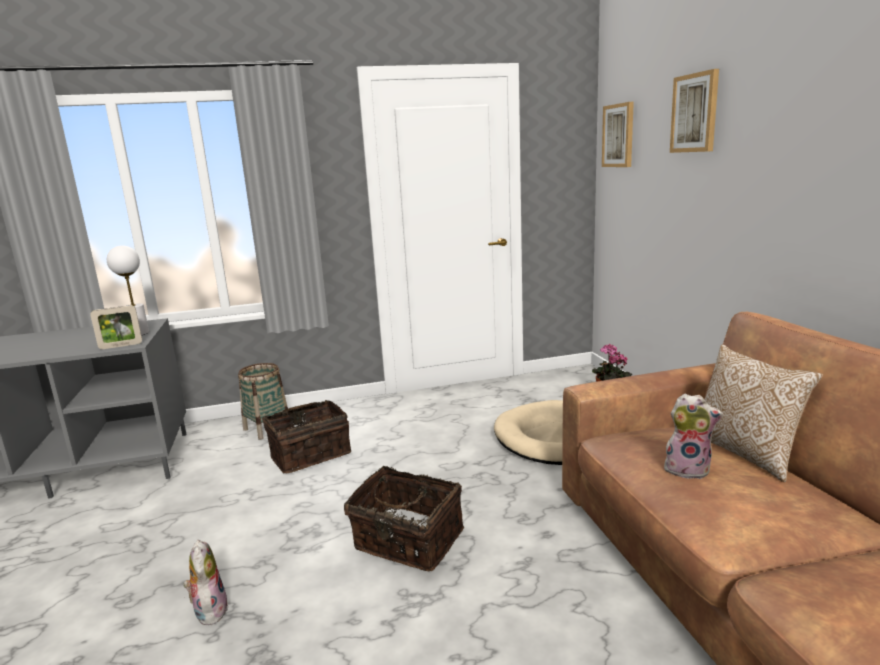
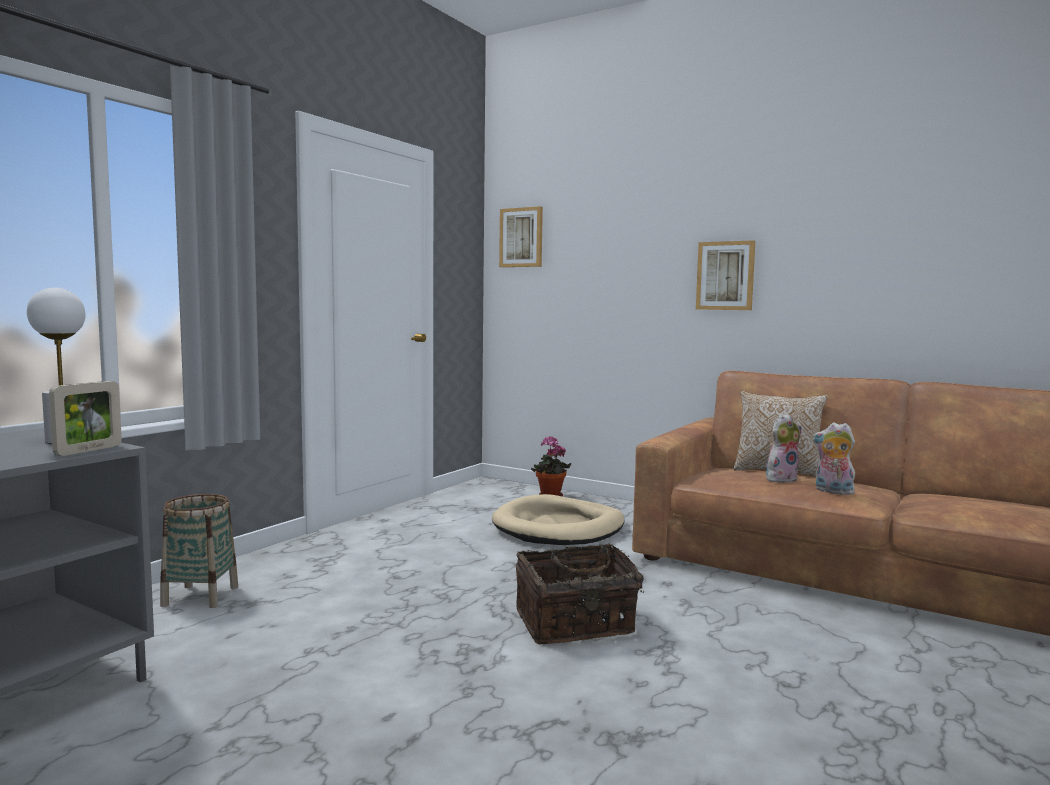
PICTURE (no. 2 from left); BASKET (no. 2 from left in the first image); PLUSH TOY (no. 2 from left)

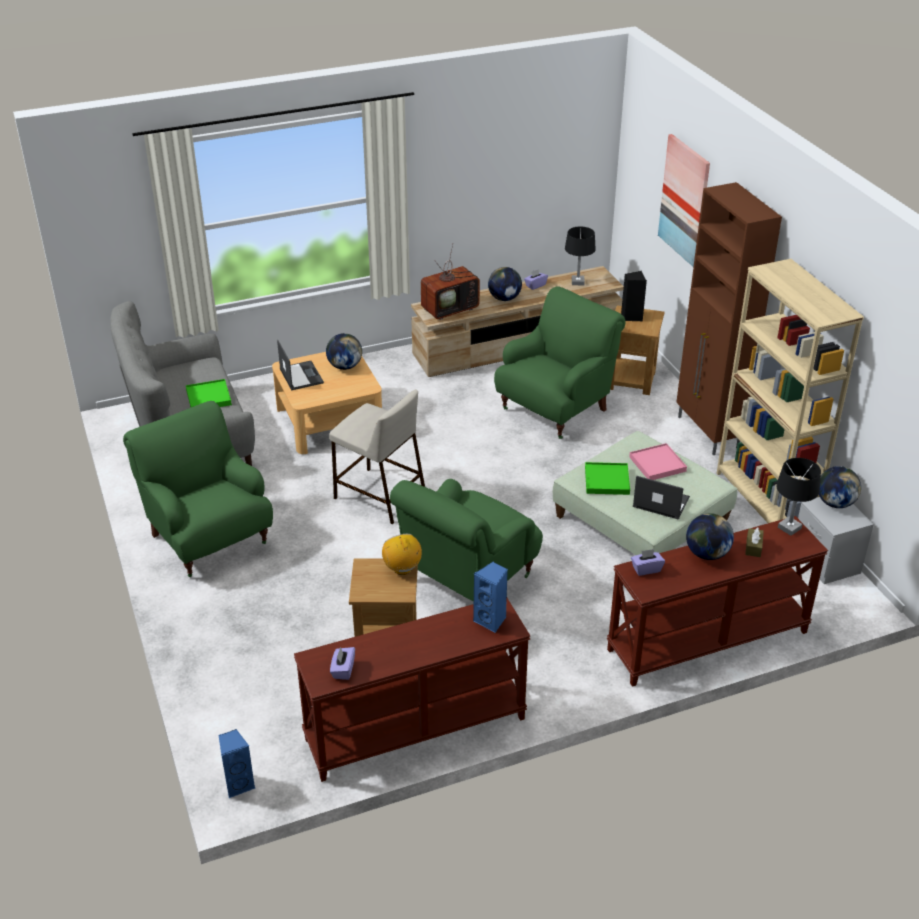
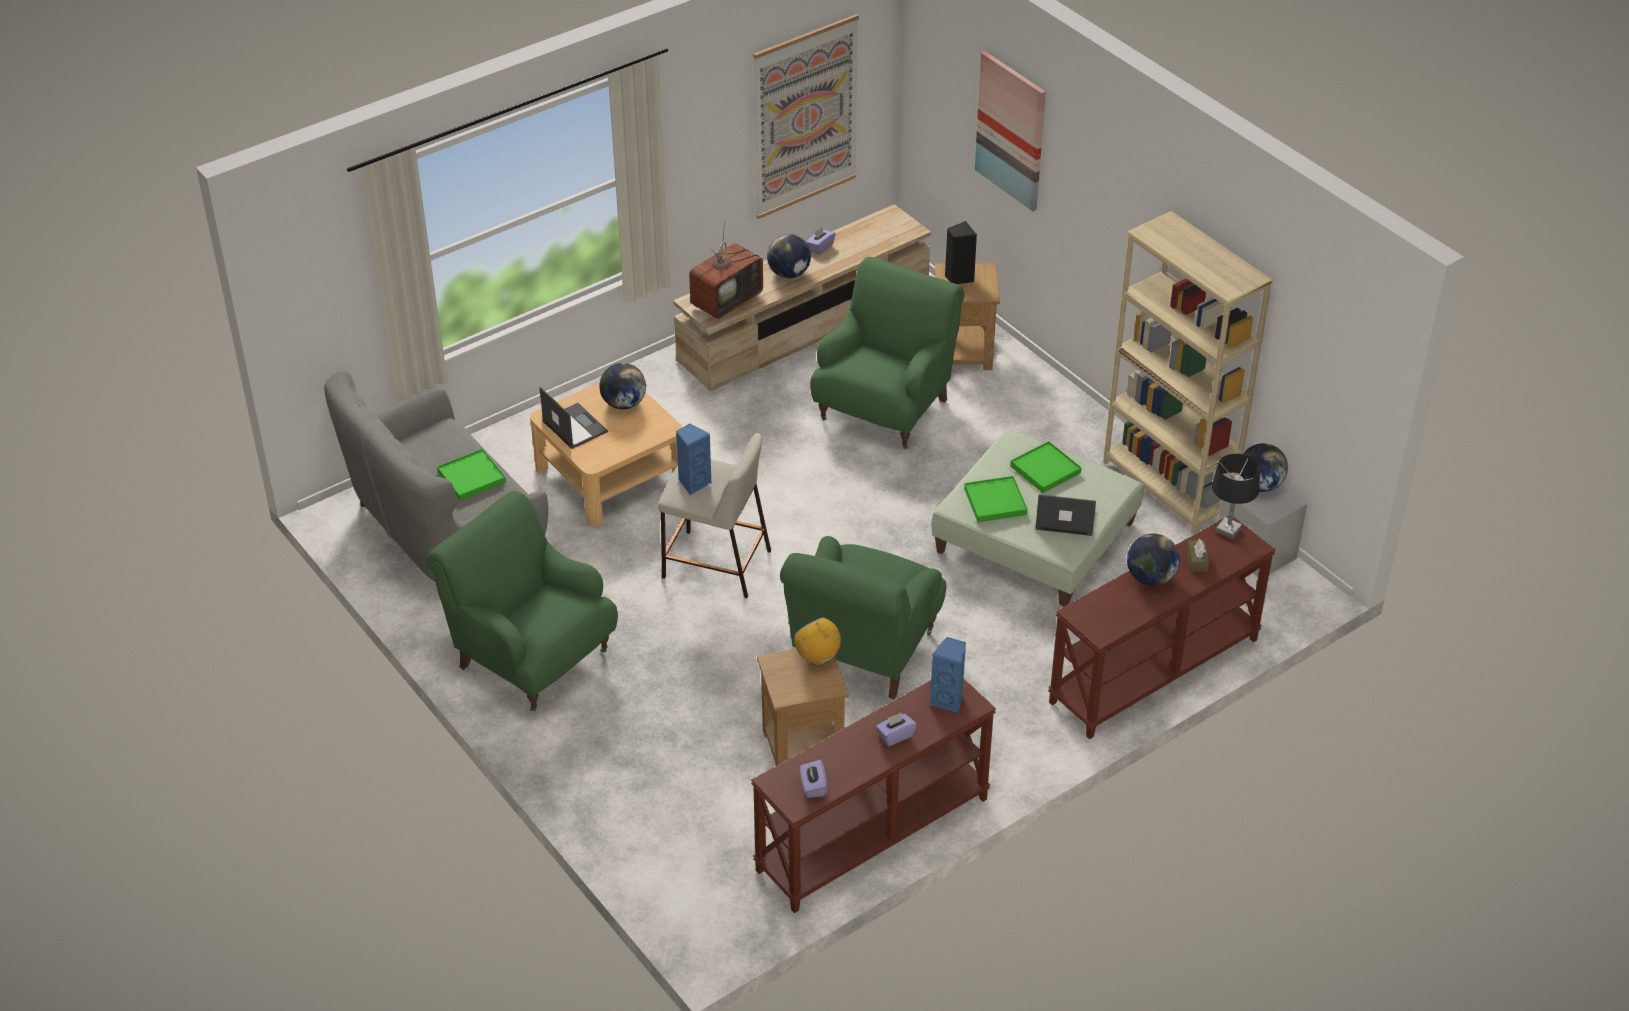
BROWN CABINET; BLACK TABLE LAMP (no. 1 from left in the first image); GREEN TRAY (no. 3 from left); PURPLE TISSUE BOX (no. 3 from left); BLUE SPEAKER (no. 1 from left); PICTURE (no. 1 from left)

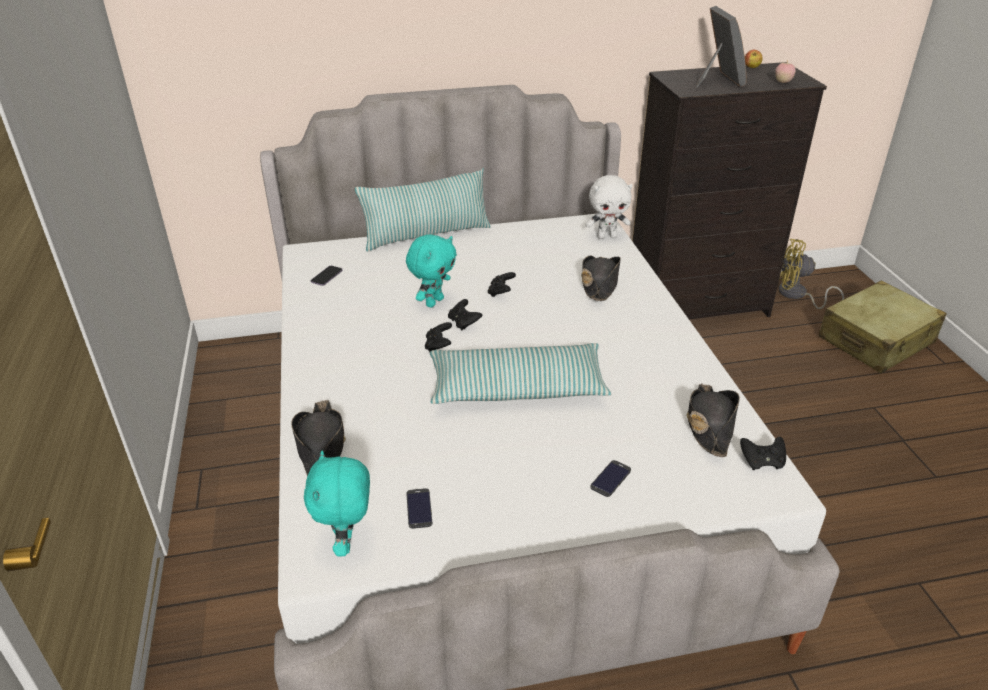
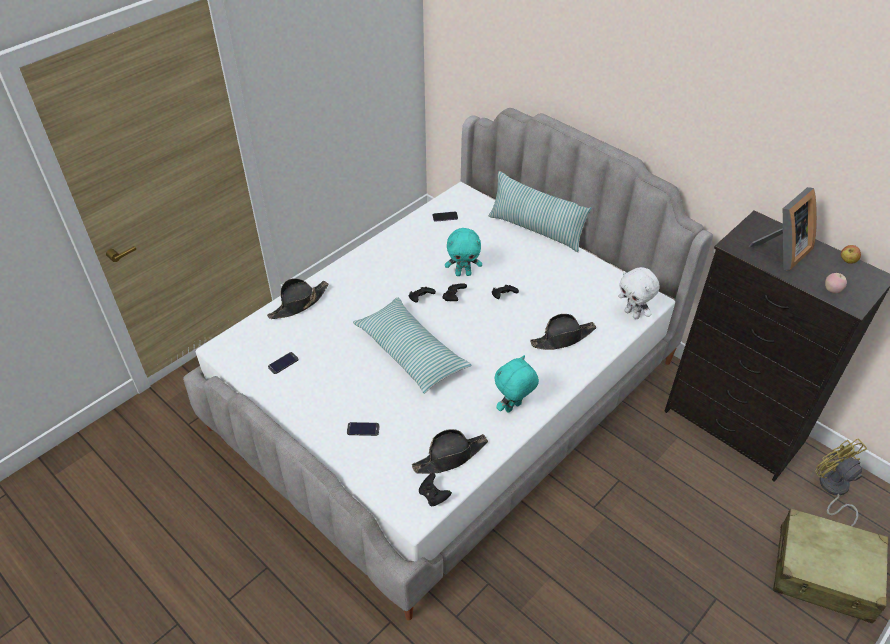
TURQUOISE PLUSH TOY (no. 2 from left)

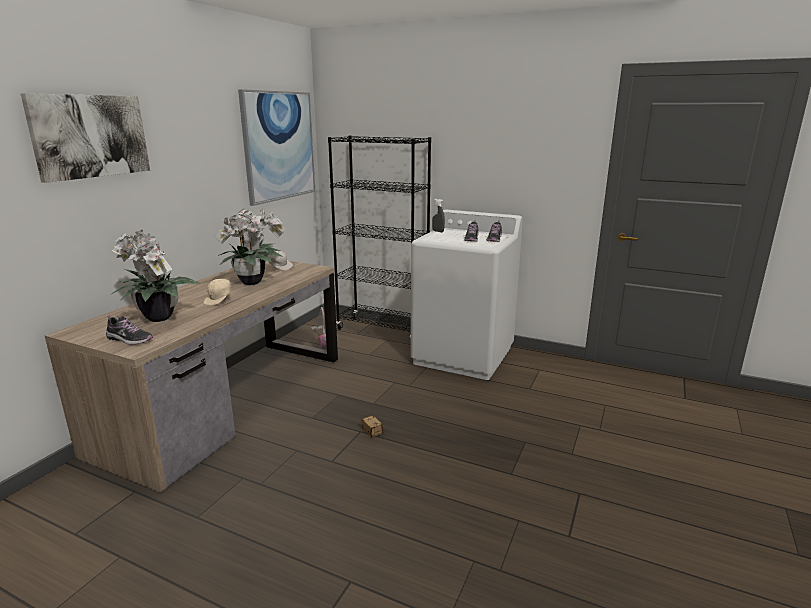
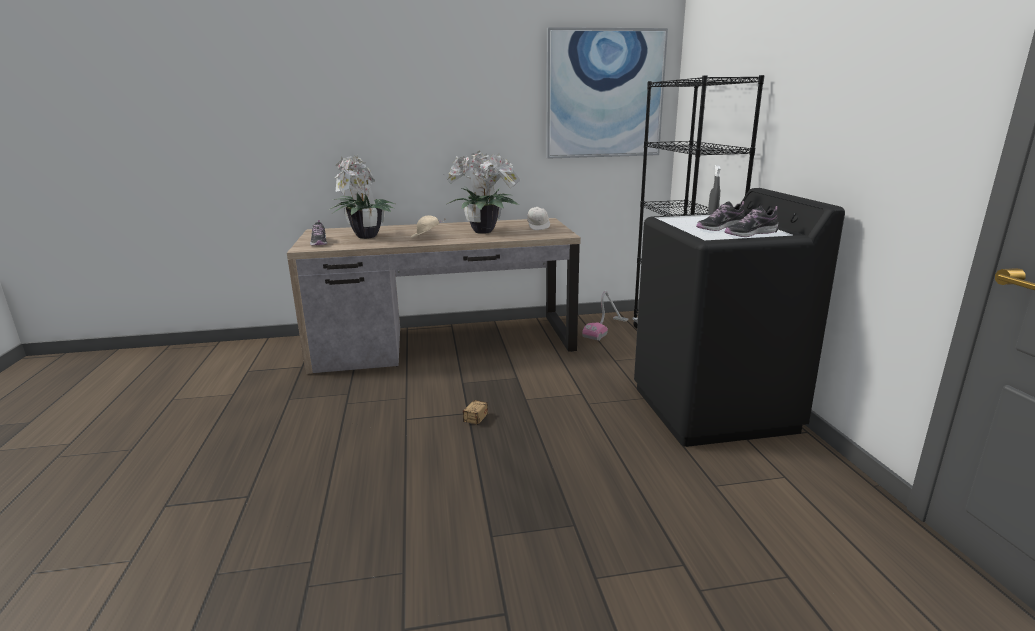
PICTURE (no. 1 from left in the first image); BLACK WASHING MACHINE

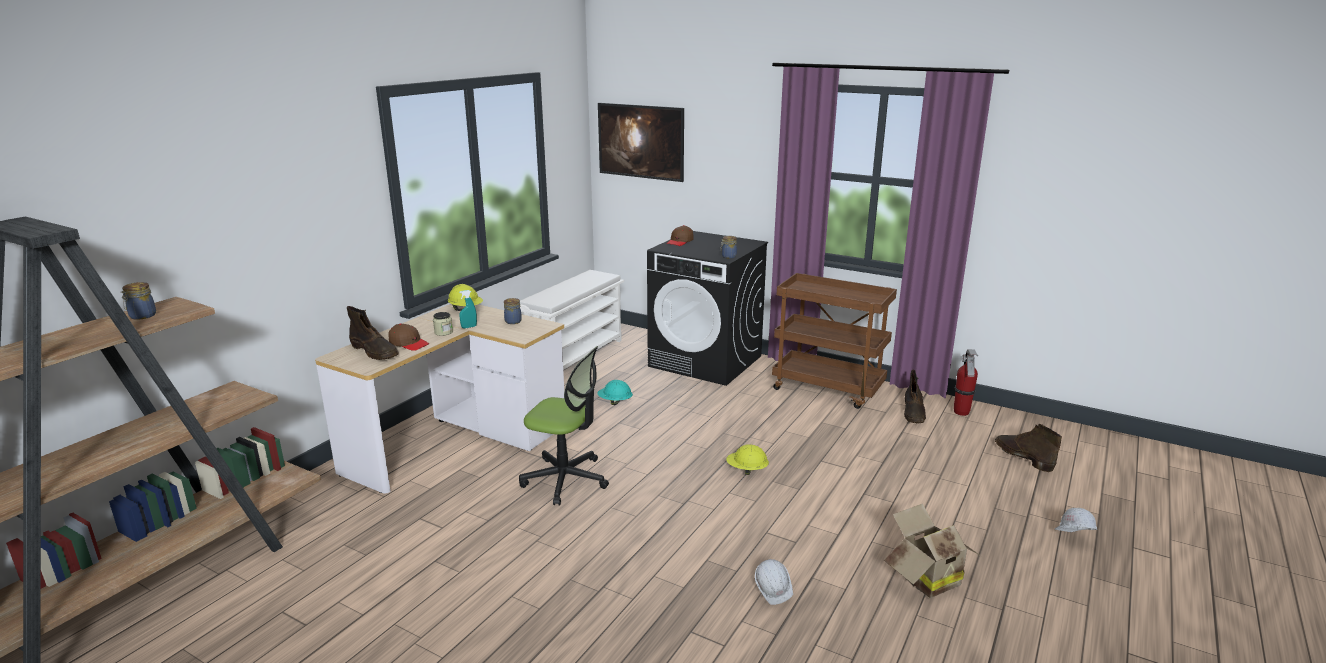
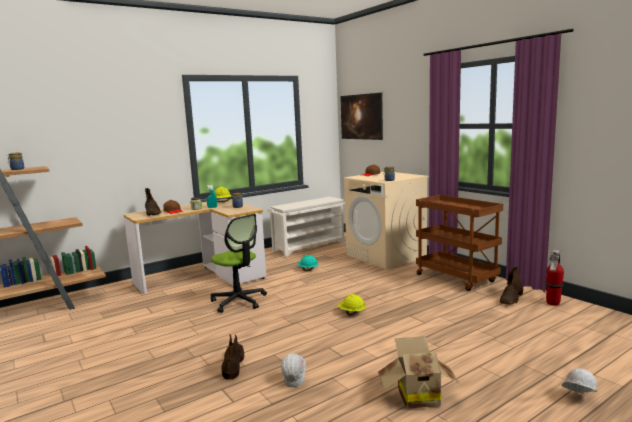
BEIGE WASHING MACHINE; BROWN BOOT (no. 2 from left)

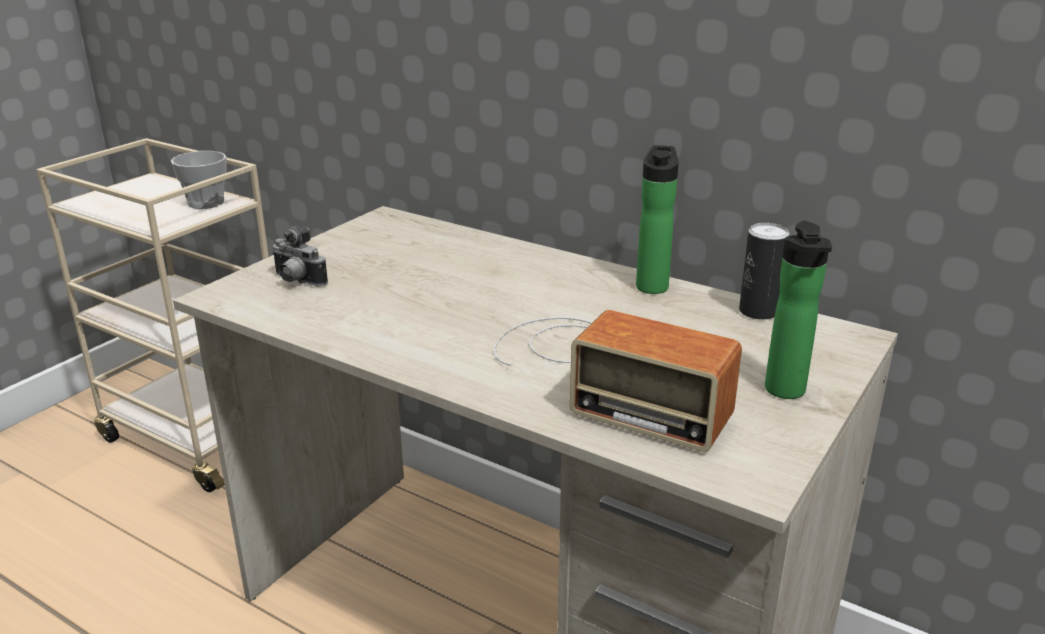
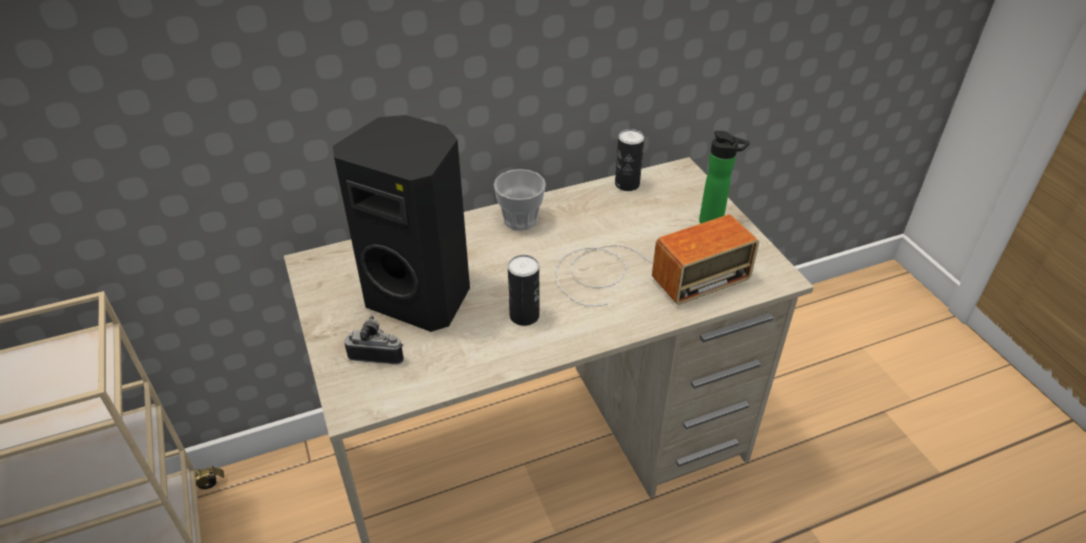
BOTTLE (no. 1 from left in the first image); CUP; PHOTO CAMERA; BLACK SPEAKER; CAN (no. 1 from left)

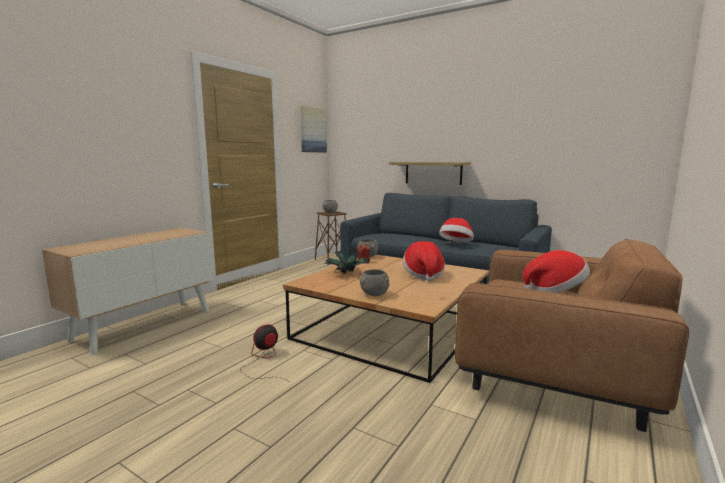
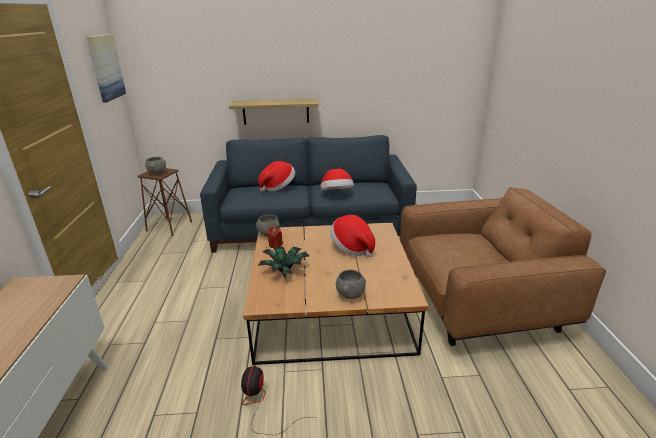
HAT (no. 1 from left)

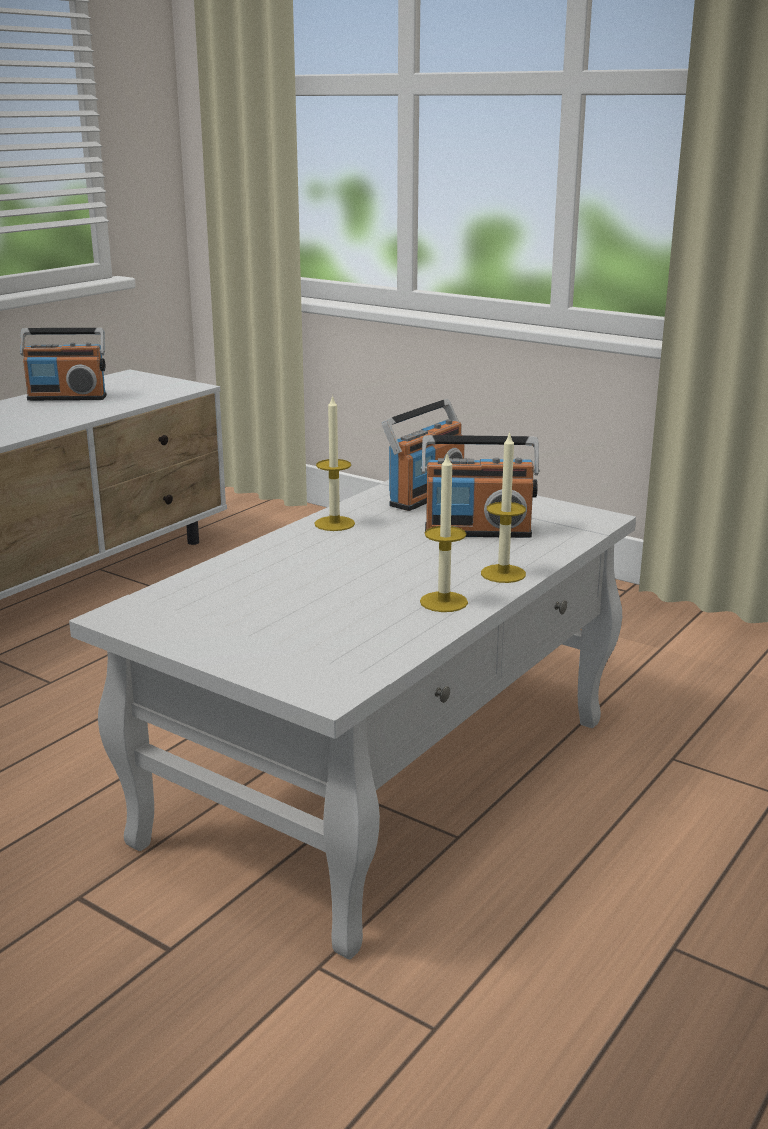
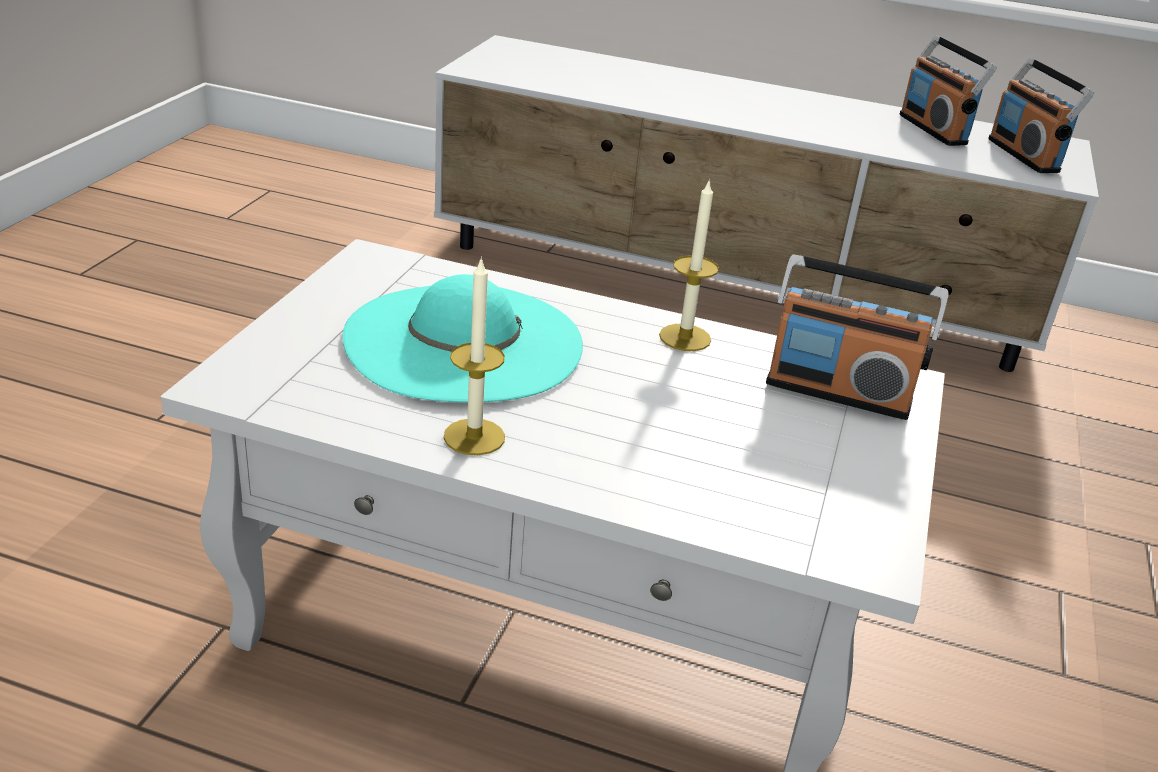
CANDLE (no. 3 from left in the first image); RADIO (no. 3 from left); TURQUOISE HAT

